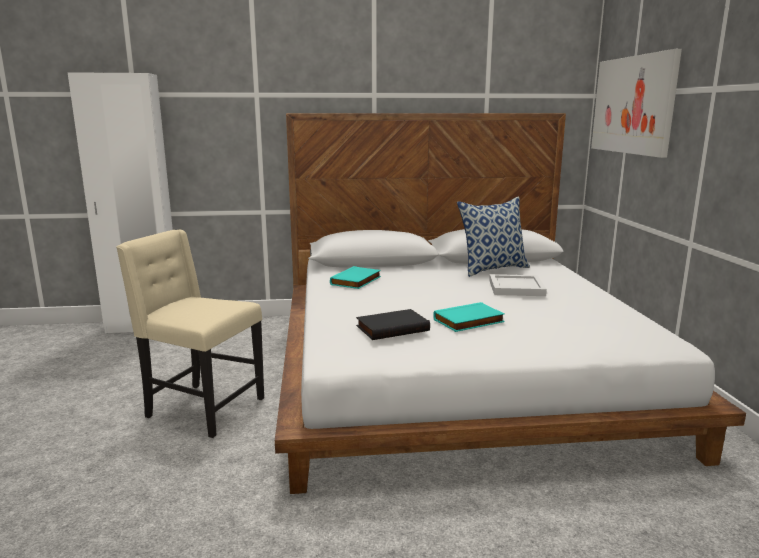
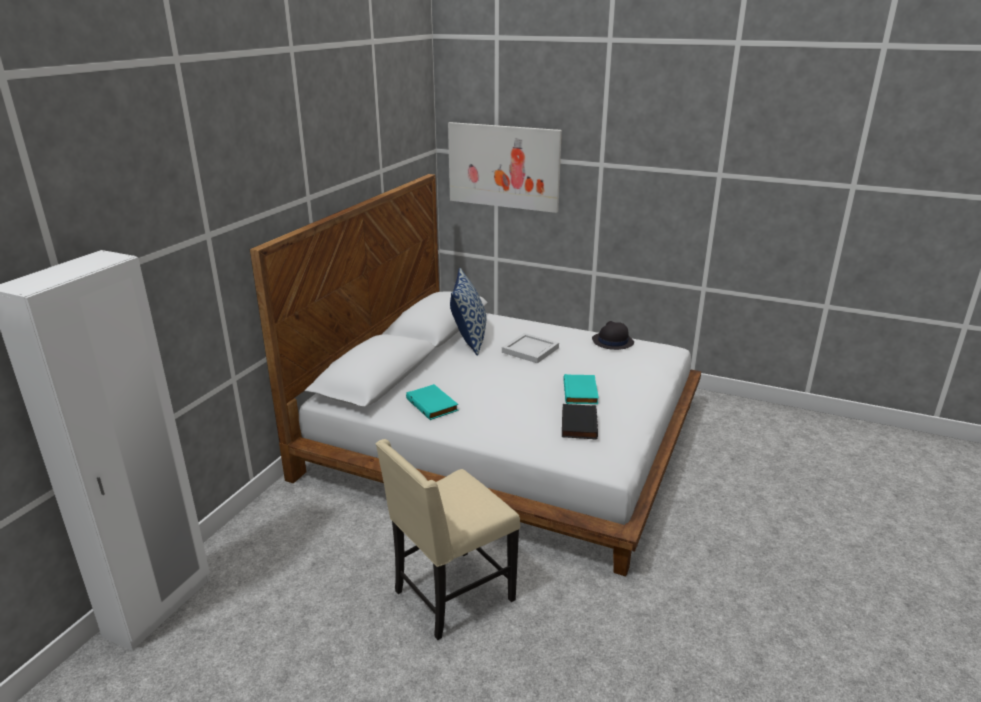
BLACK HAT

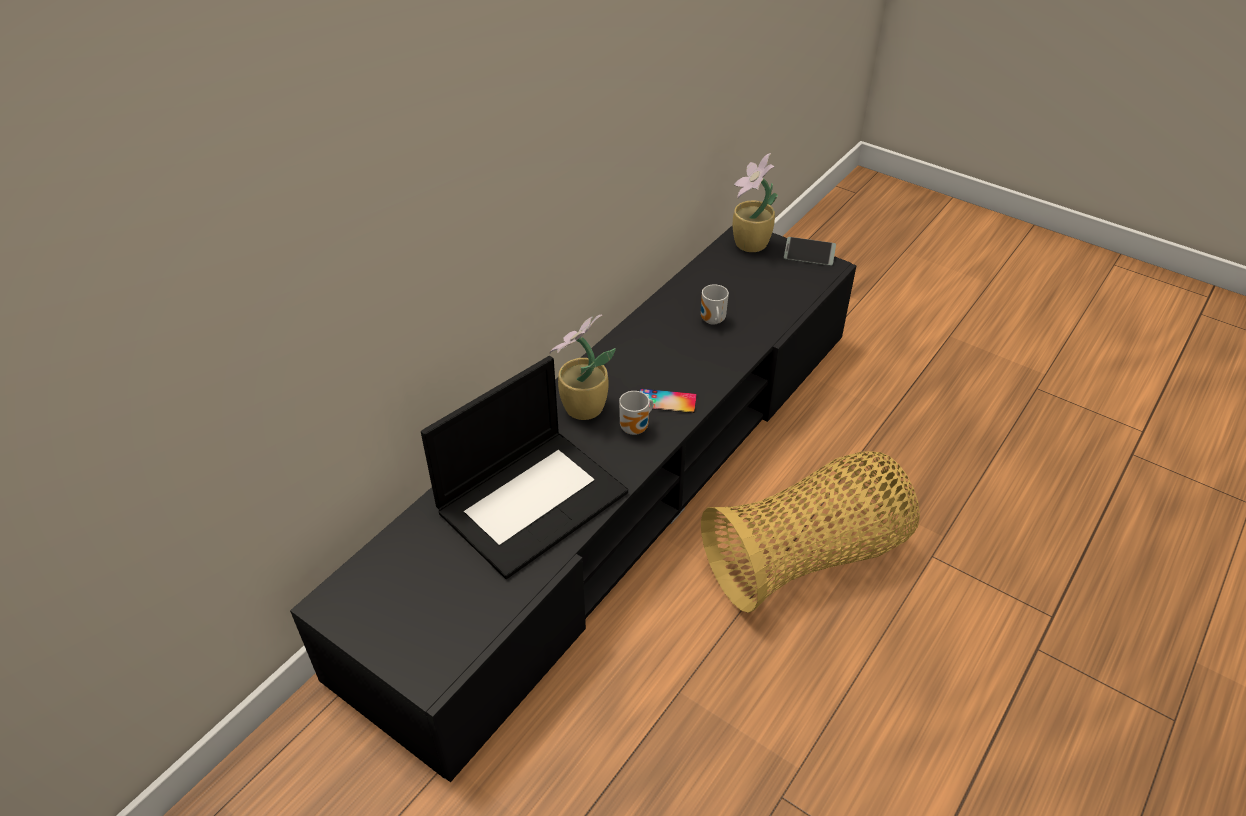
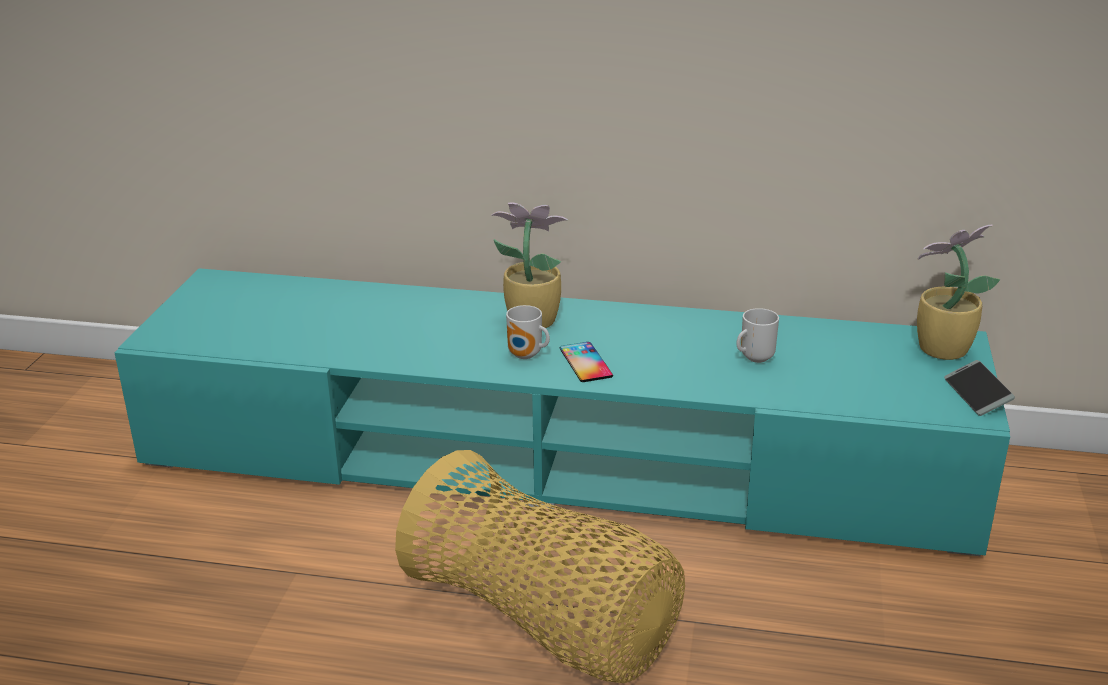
TURQUOISE TV STAND; LAPTOP

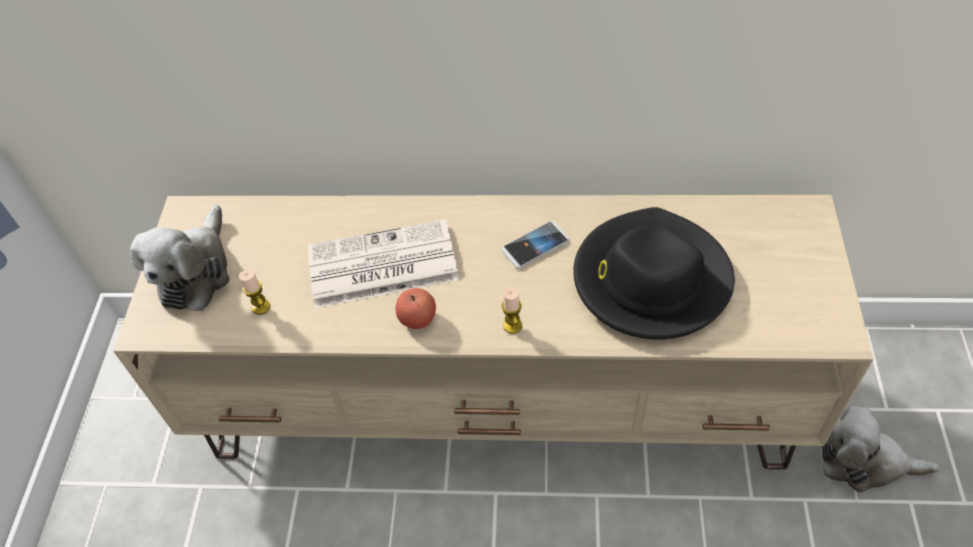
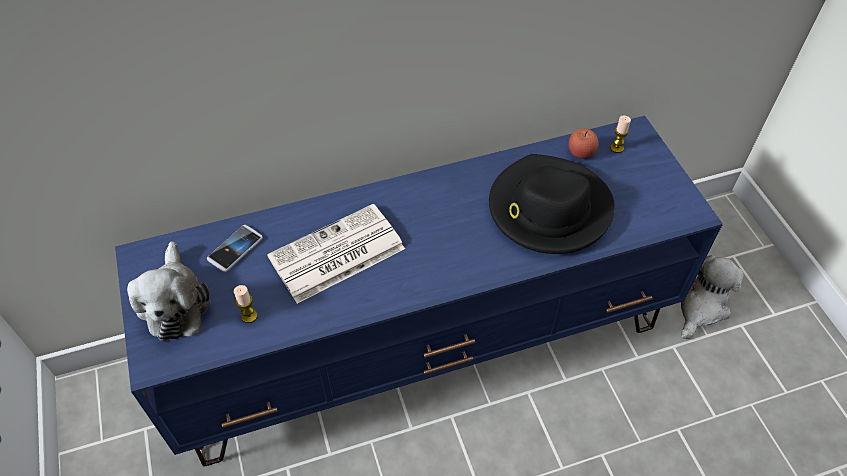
BLUE TV STAND; PHONE; CANDLE (no. 2 from left); APPLE; PLUSH TOY (no. 2 from left)

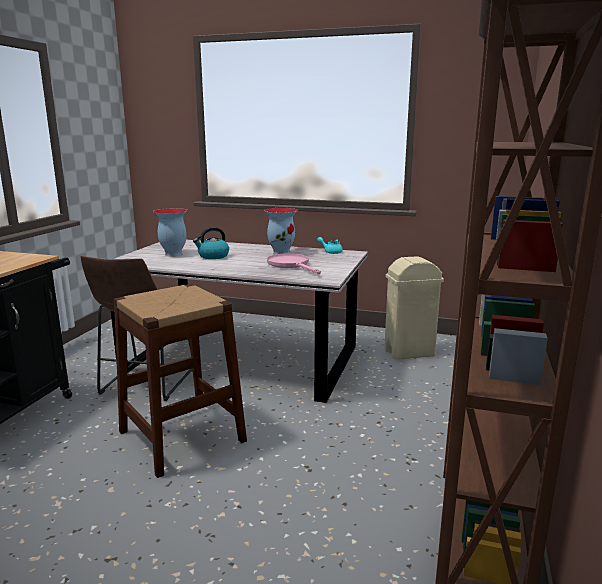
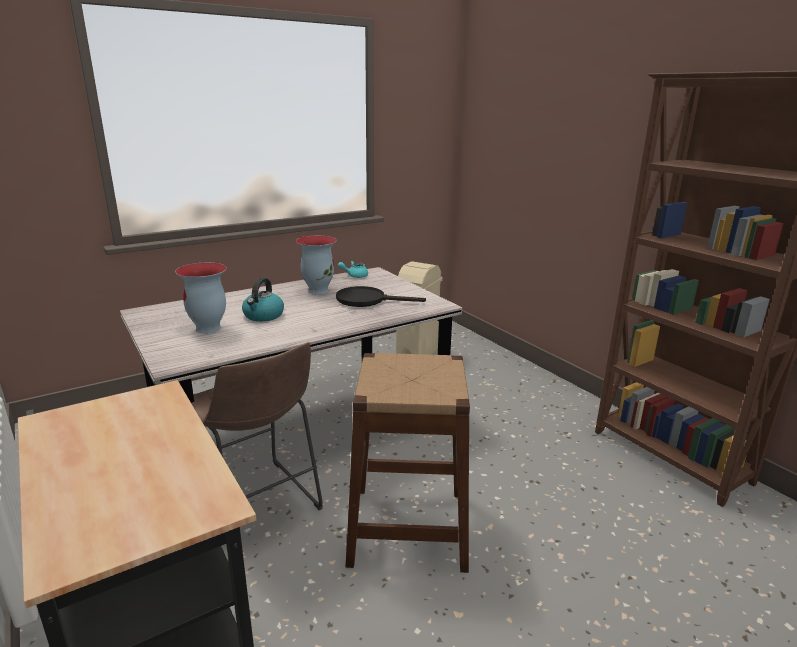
BLACK FRYING PAN

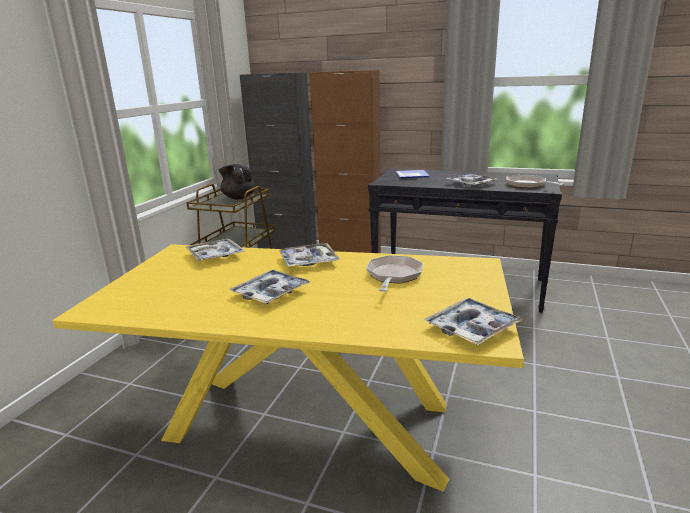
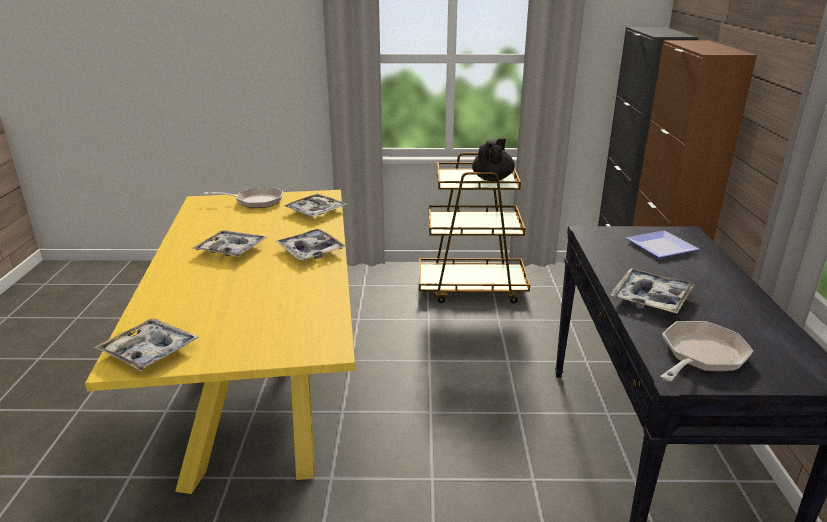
FRYING PAN (no. 1 from left)

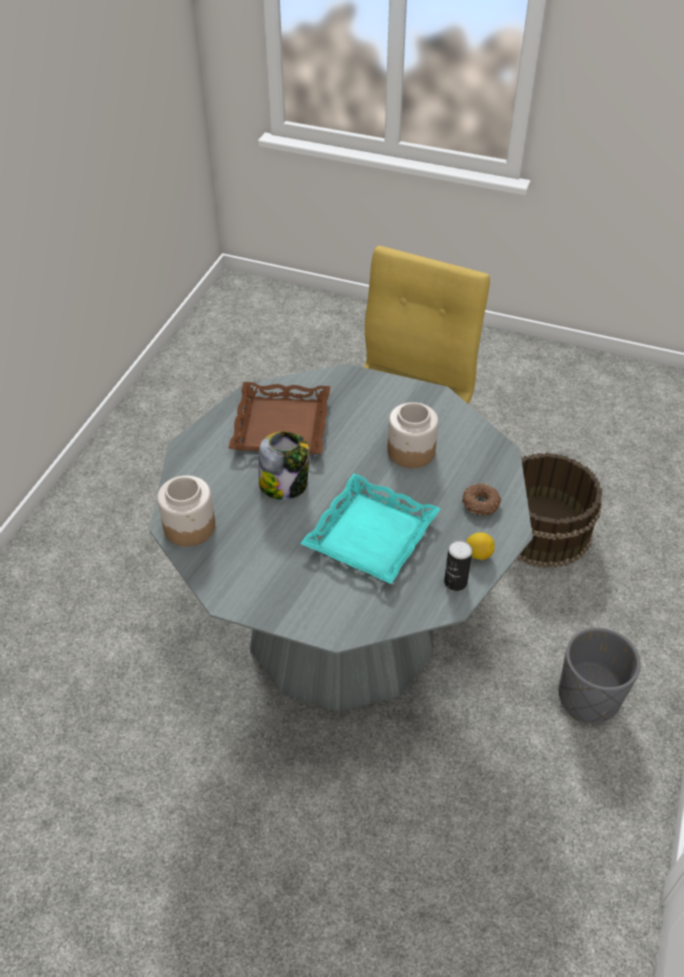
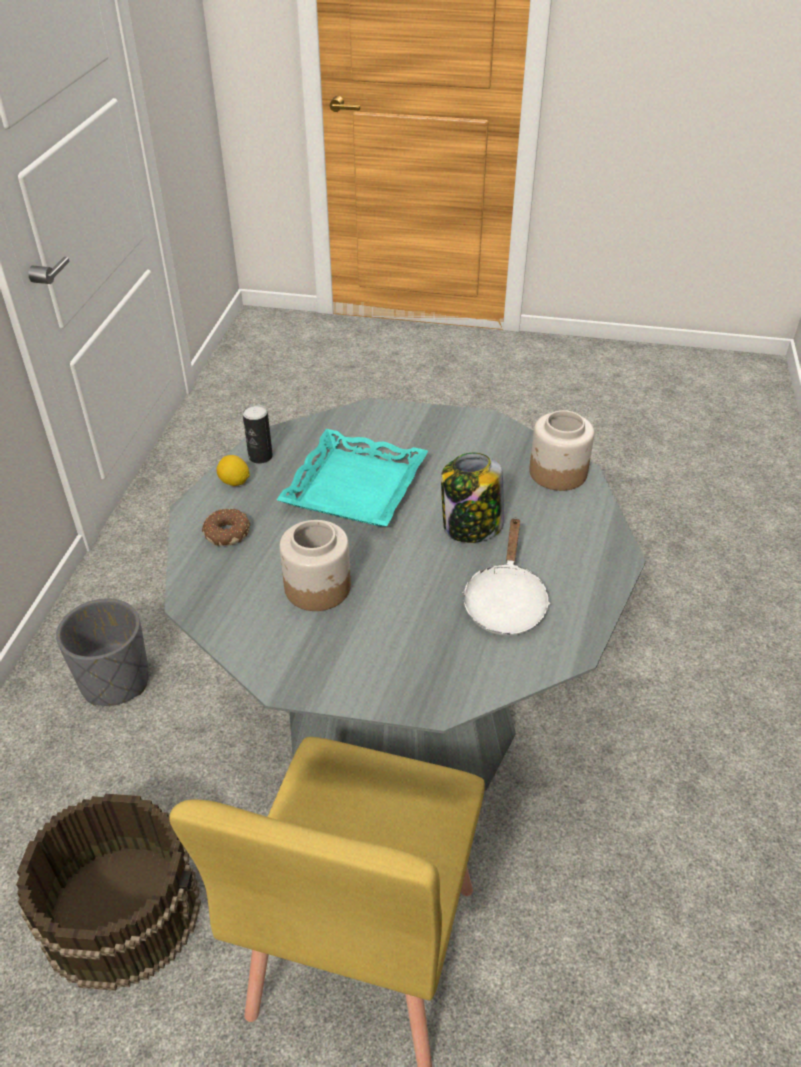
WHITE FRYING PAN

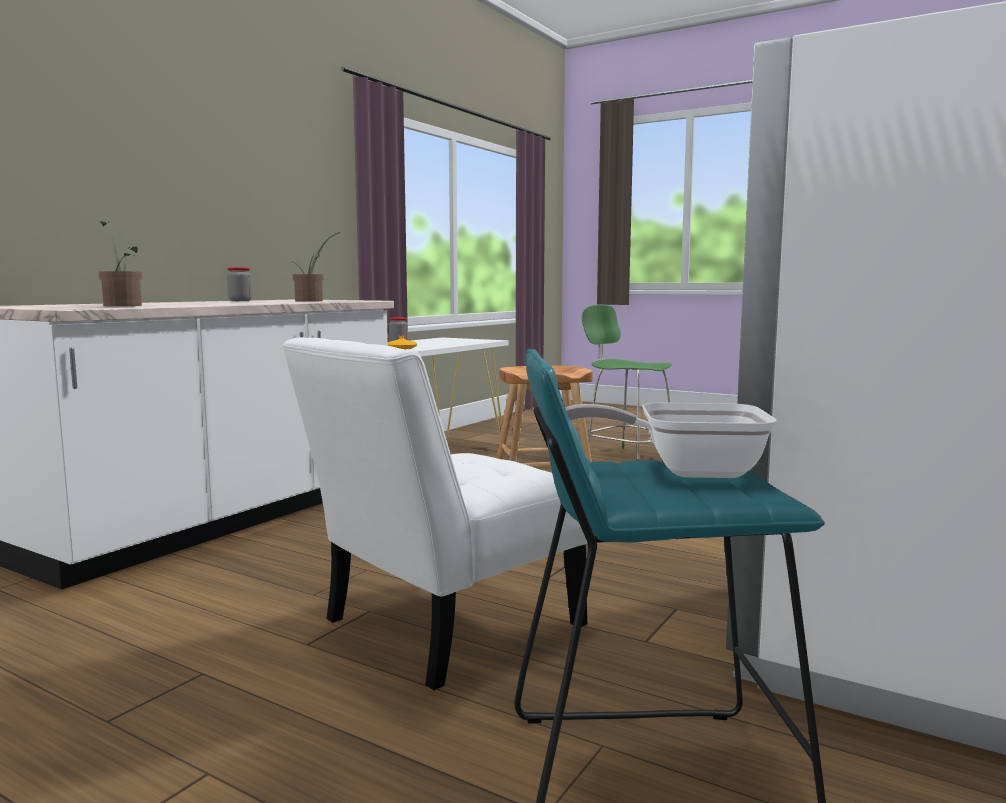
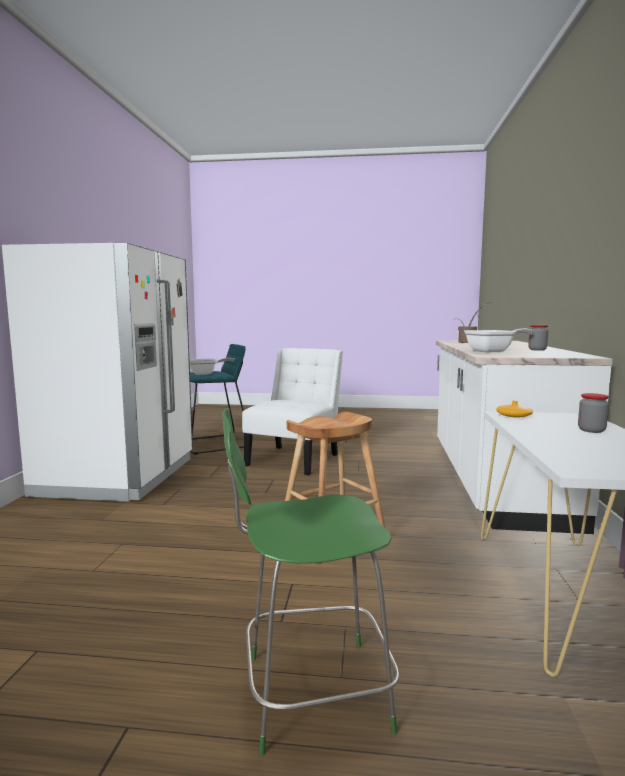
FRYING PAN (no. 2 from left); GREEN CHAIR

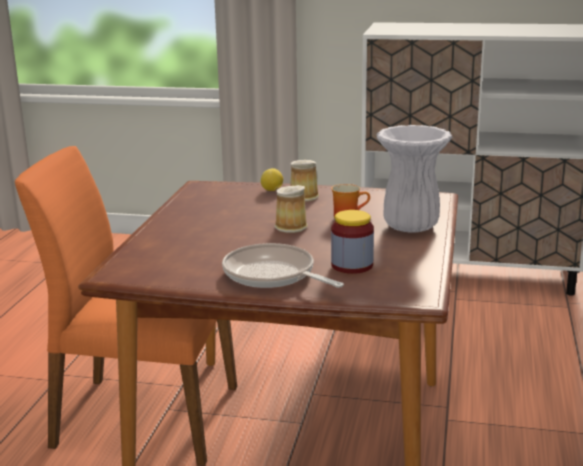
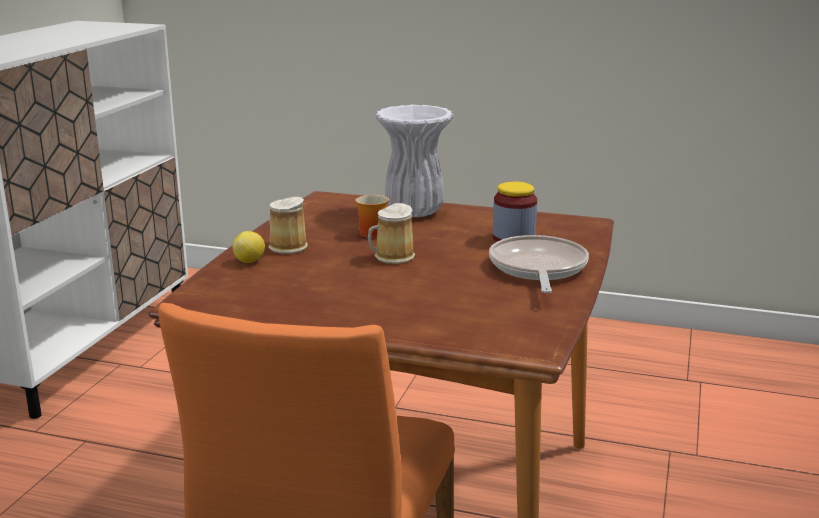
FRYING PAN

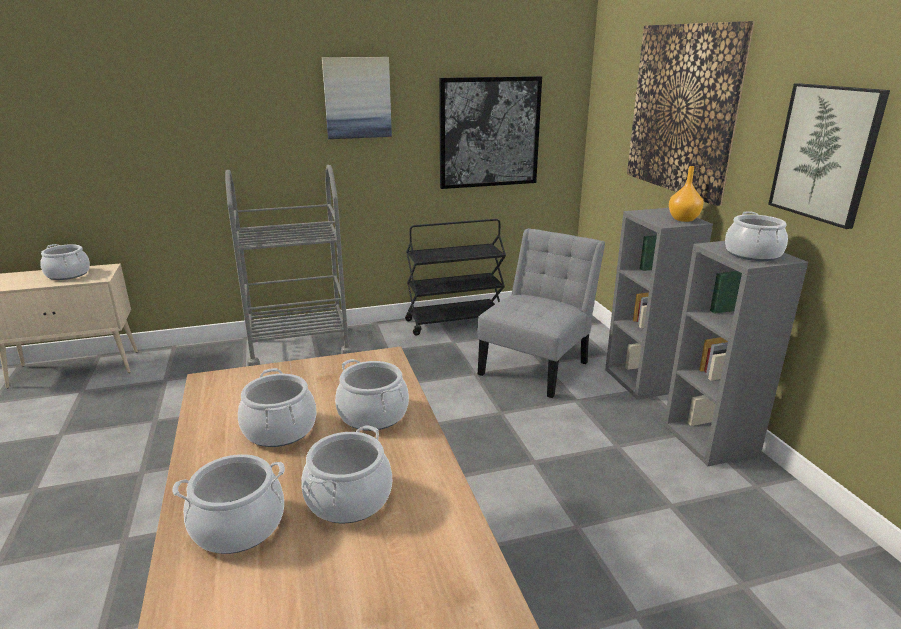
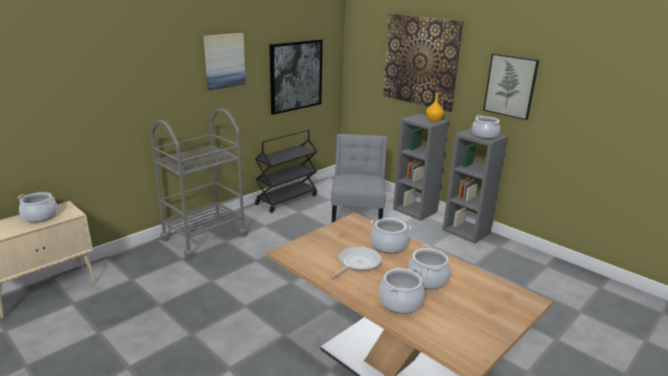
FRYING PAN

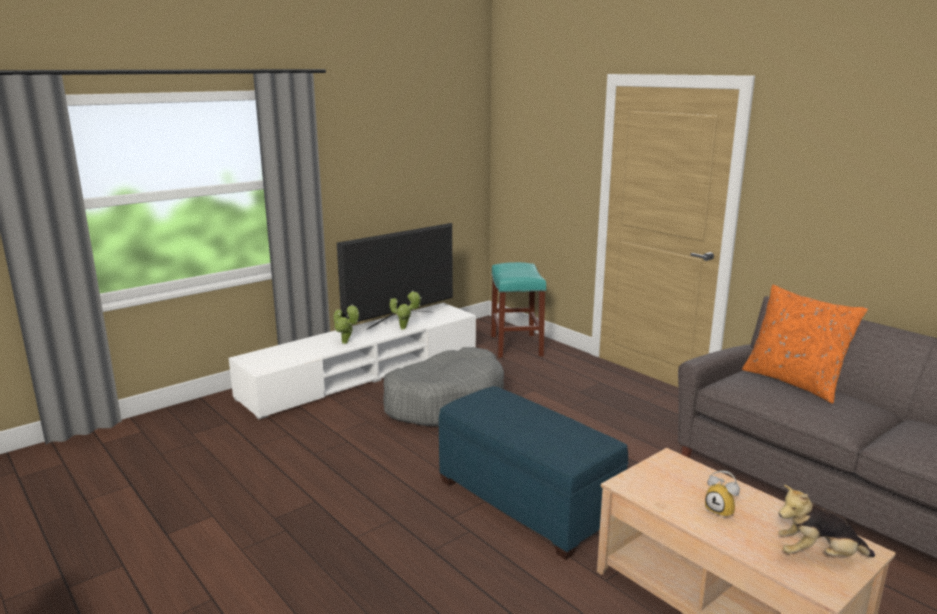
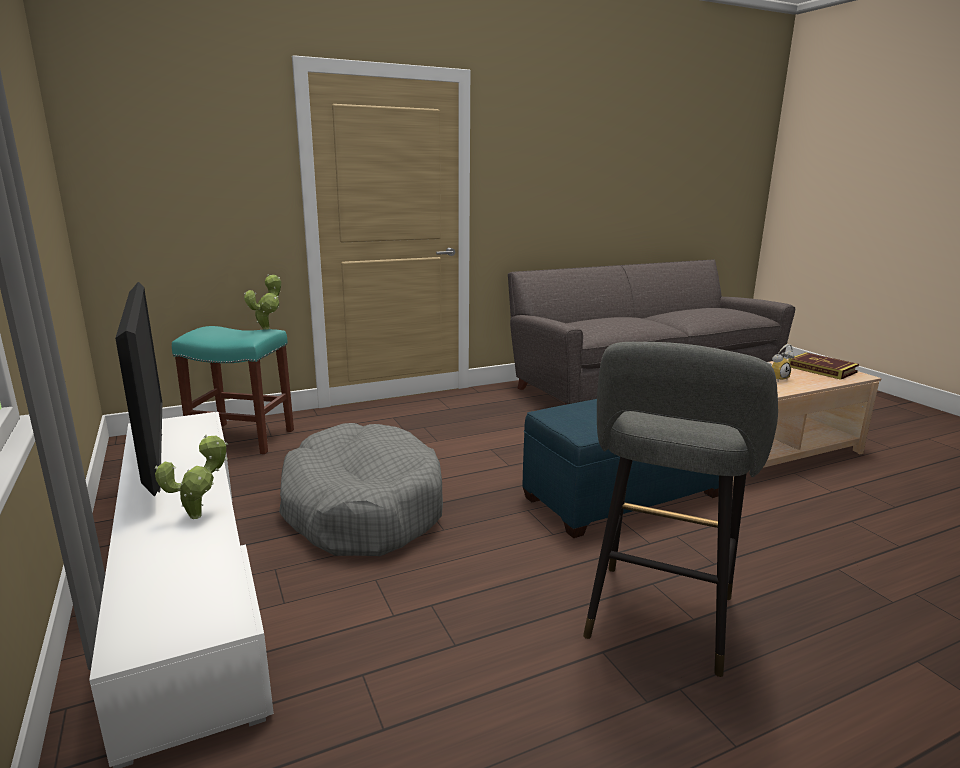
ORANGE PILLOW; POTTED PLANT (no. 2 from left); BOOK; GREY STOOL

